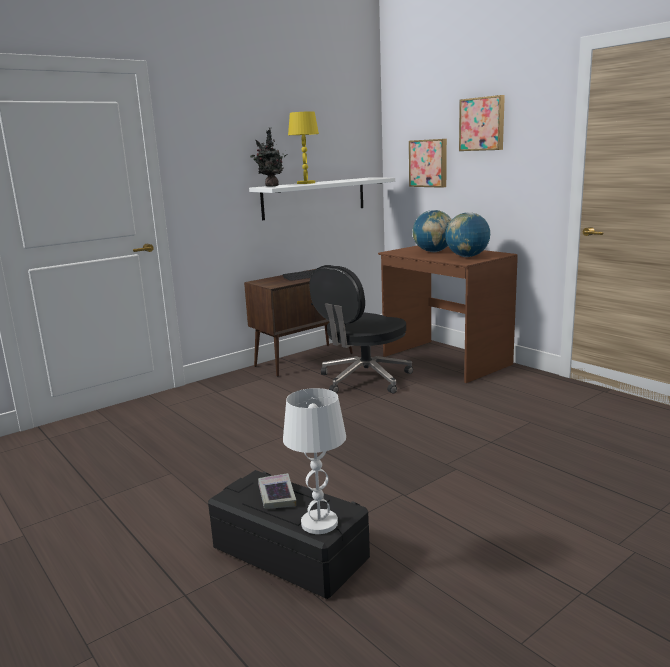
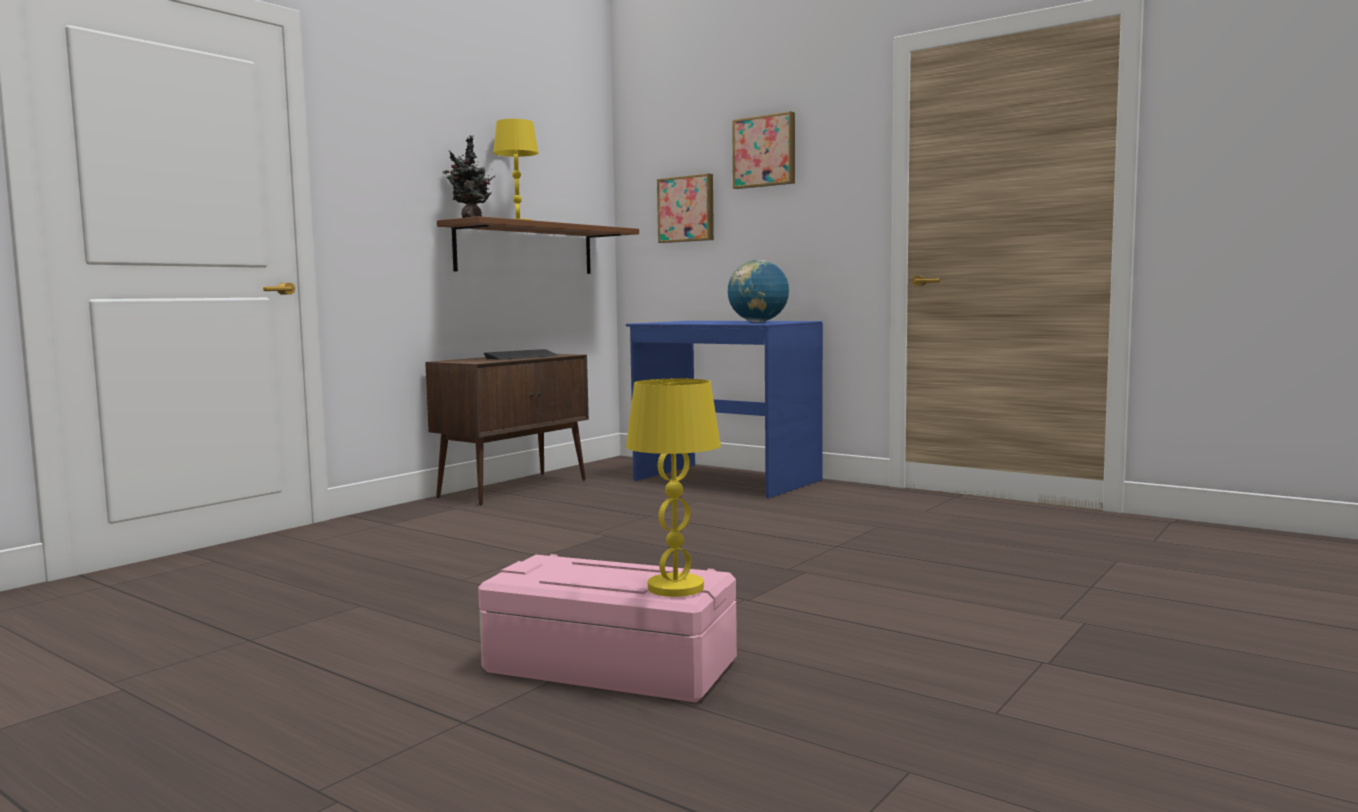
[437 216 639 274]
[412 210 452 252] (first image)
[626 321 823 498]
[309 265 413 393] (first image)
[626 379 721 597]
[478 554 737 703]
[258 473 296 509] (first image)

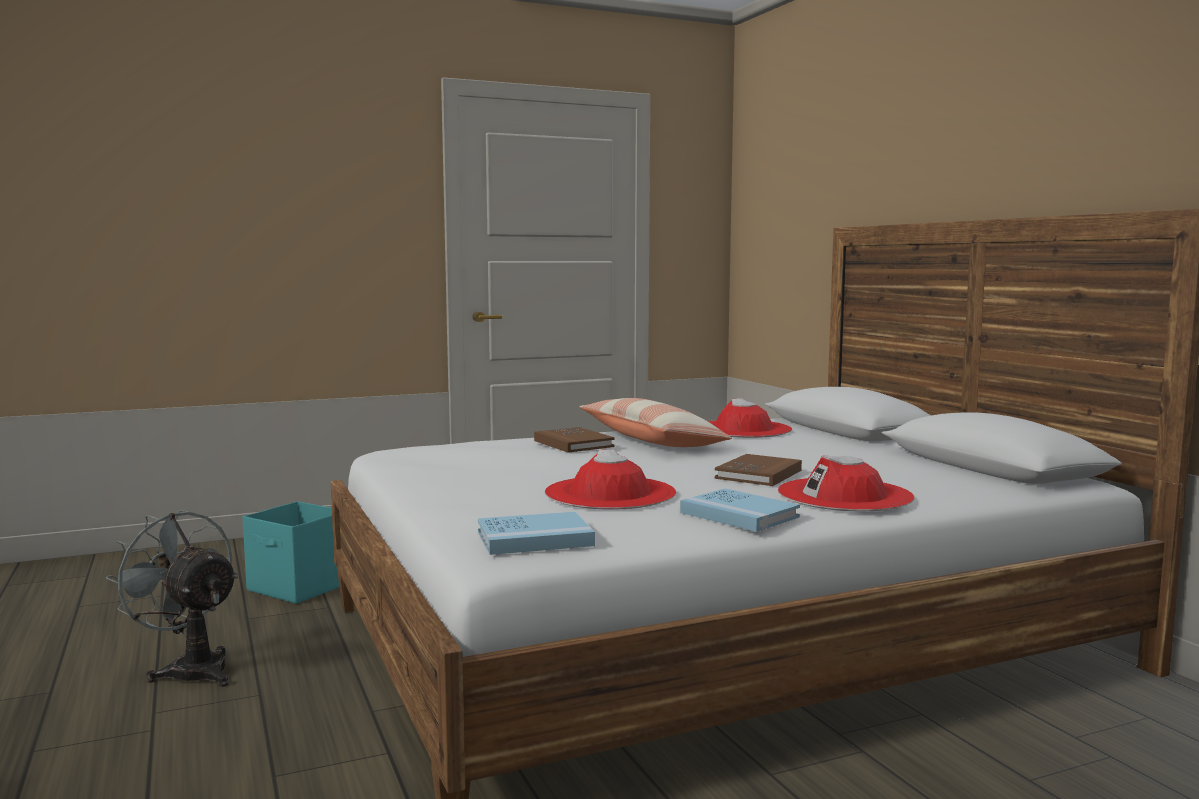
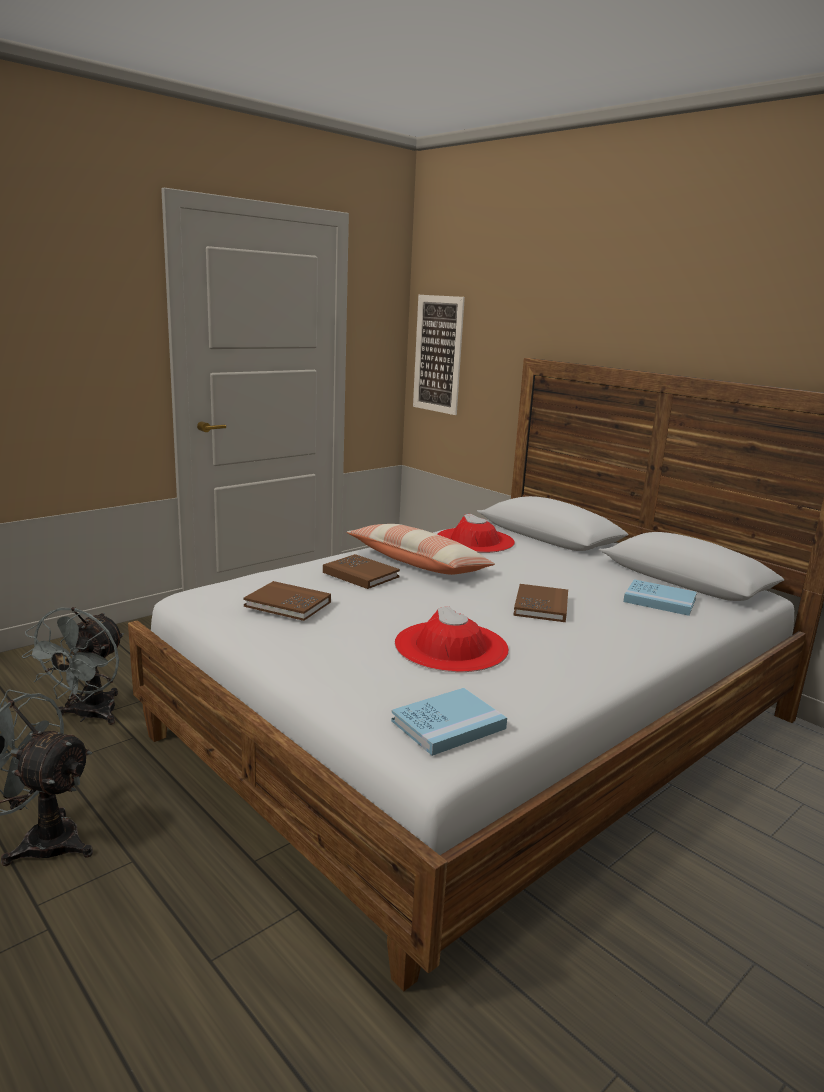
[778 455 915 511] (first image)
[623 579 697 616]
[22 607 124 725]
[413 295 465 415]
[244 581 331 621]

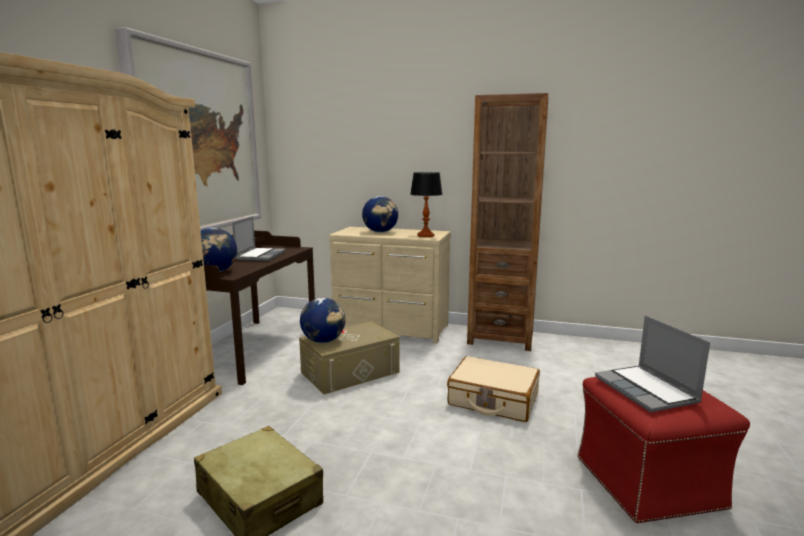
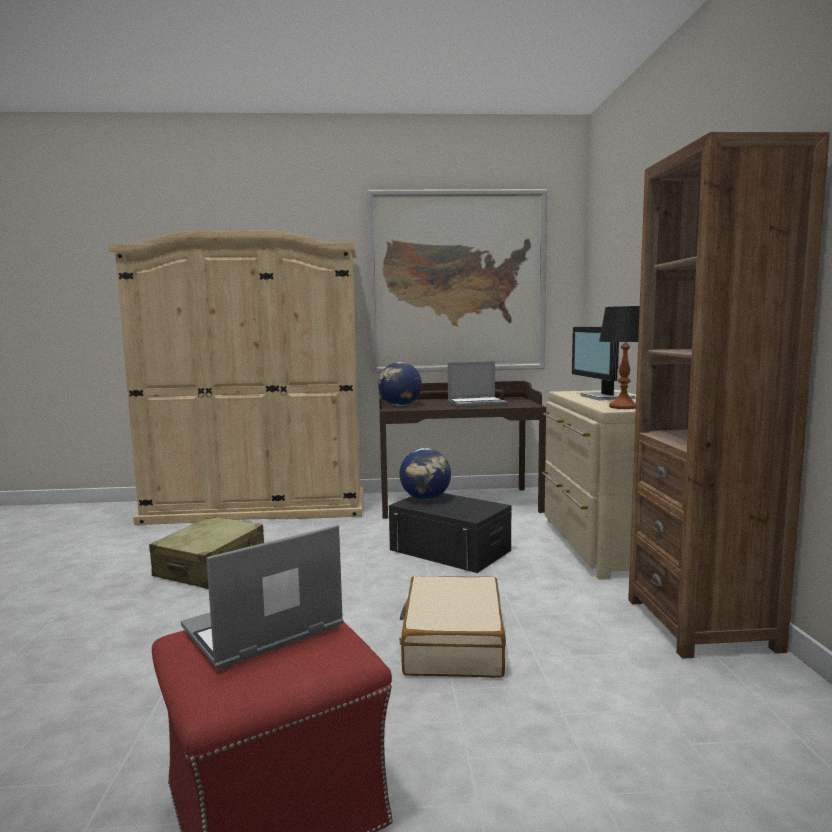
[572 327 636 400]
[389 493 511 573]

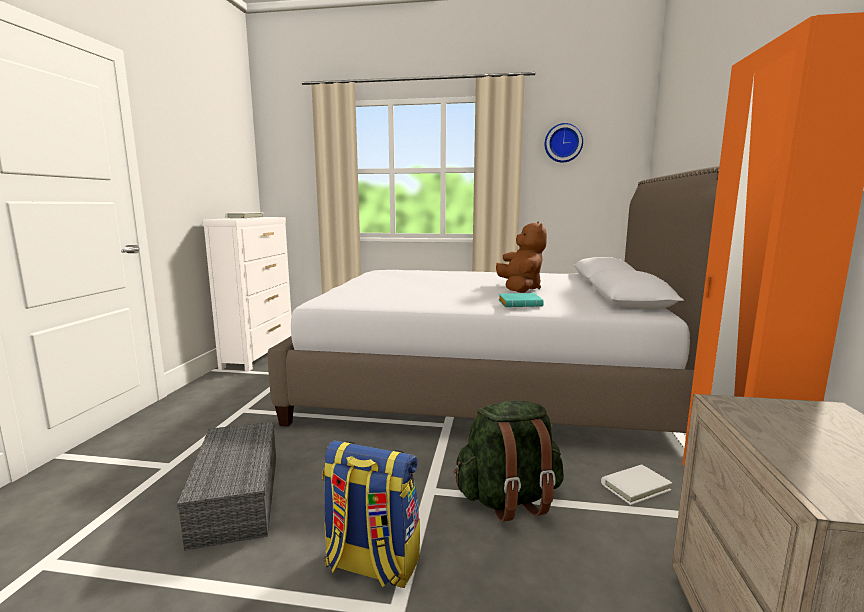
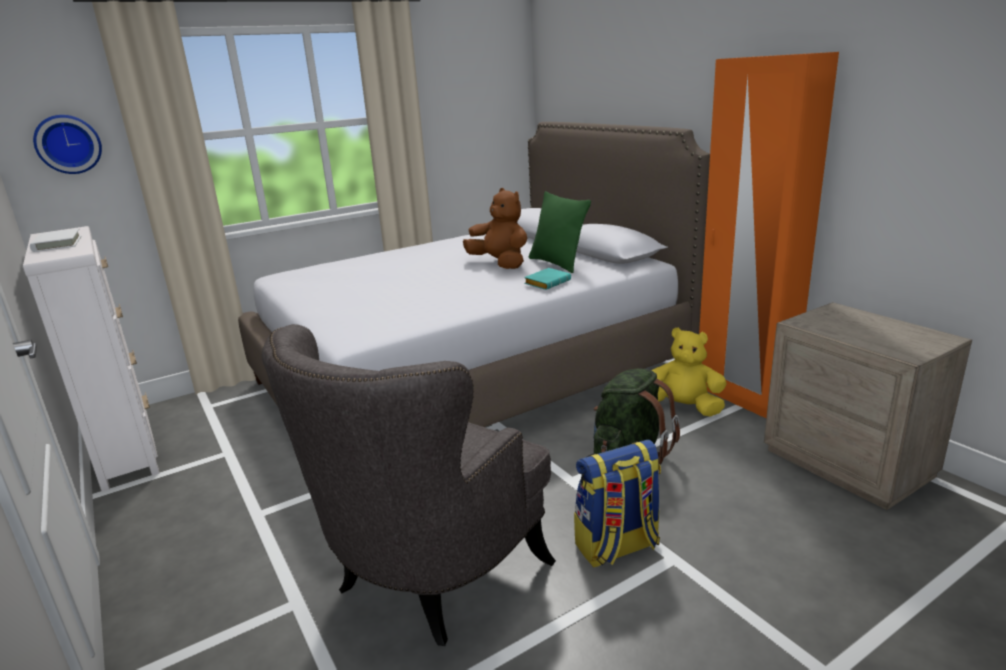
[33 115 102 174]
[262 324 556 646]
[651 327 727 417]
[529 191 591 273]

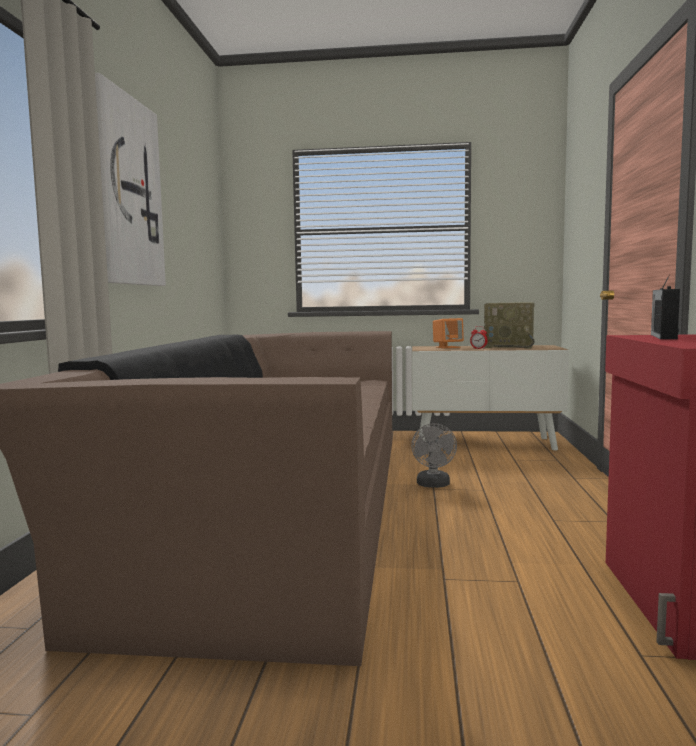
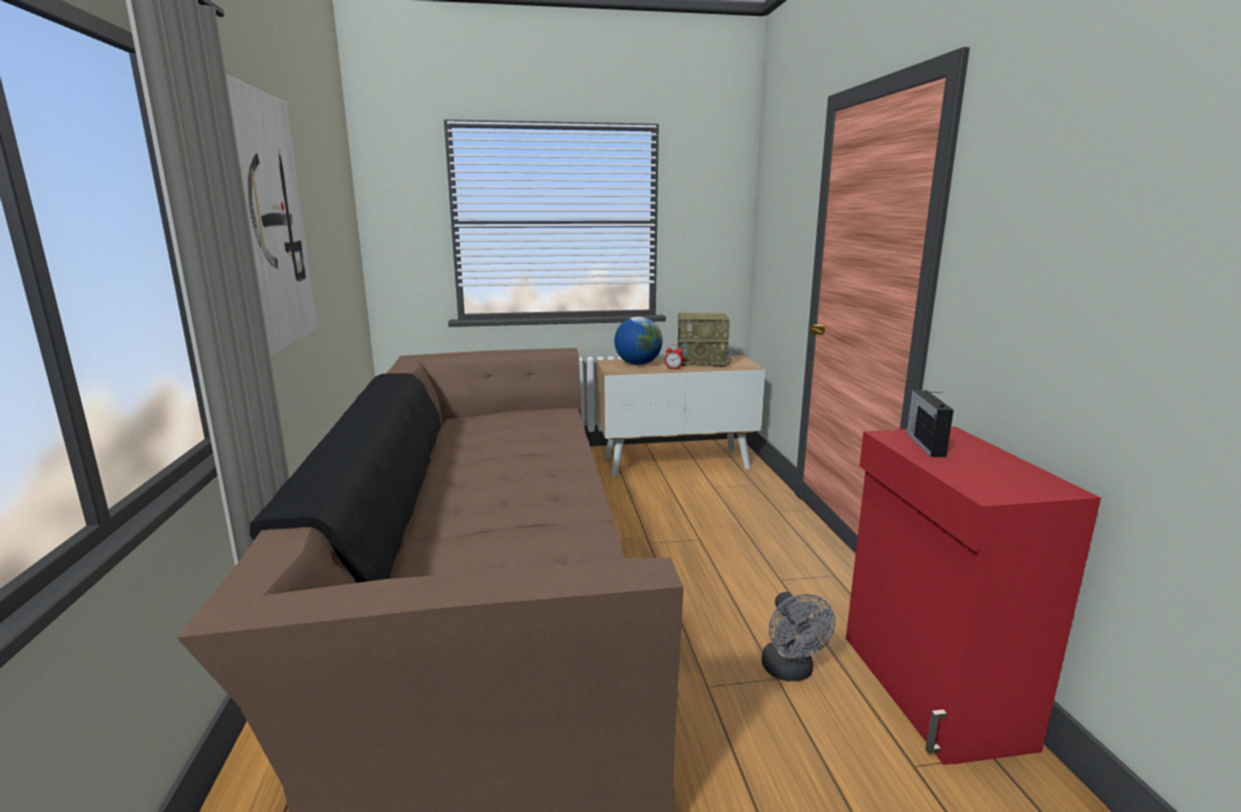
[614 317 663 365]
[762 592 836 681]

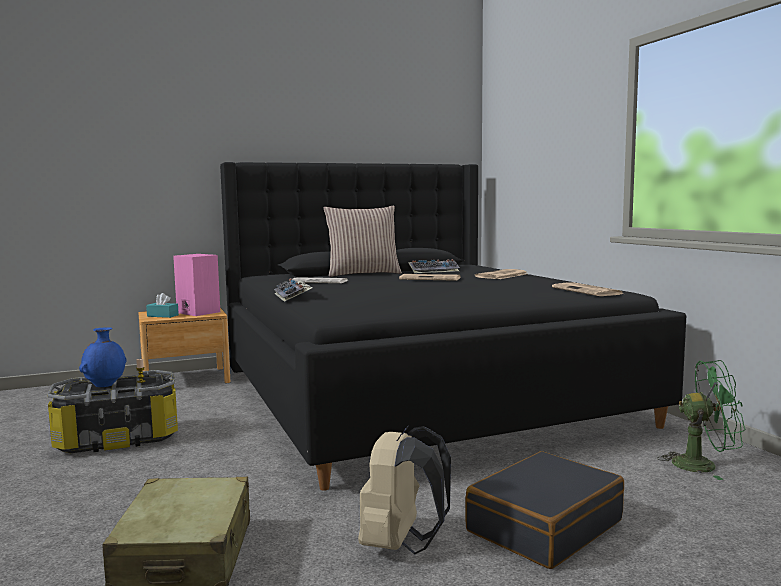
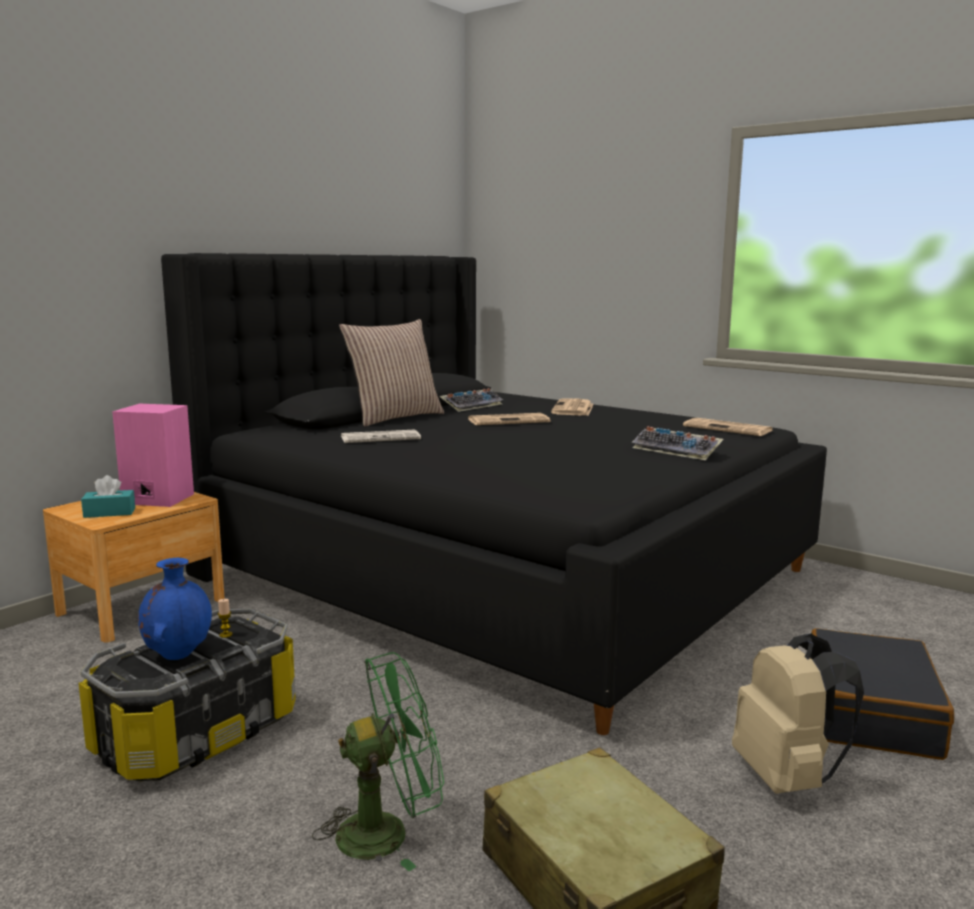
[632 426 724 460]
[312 652 444 871]

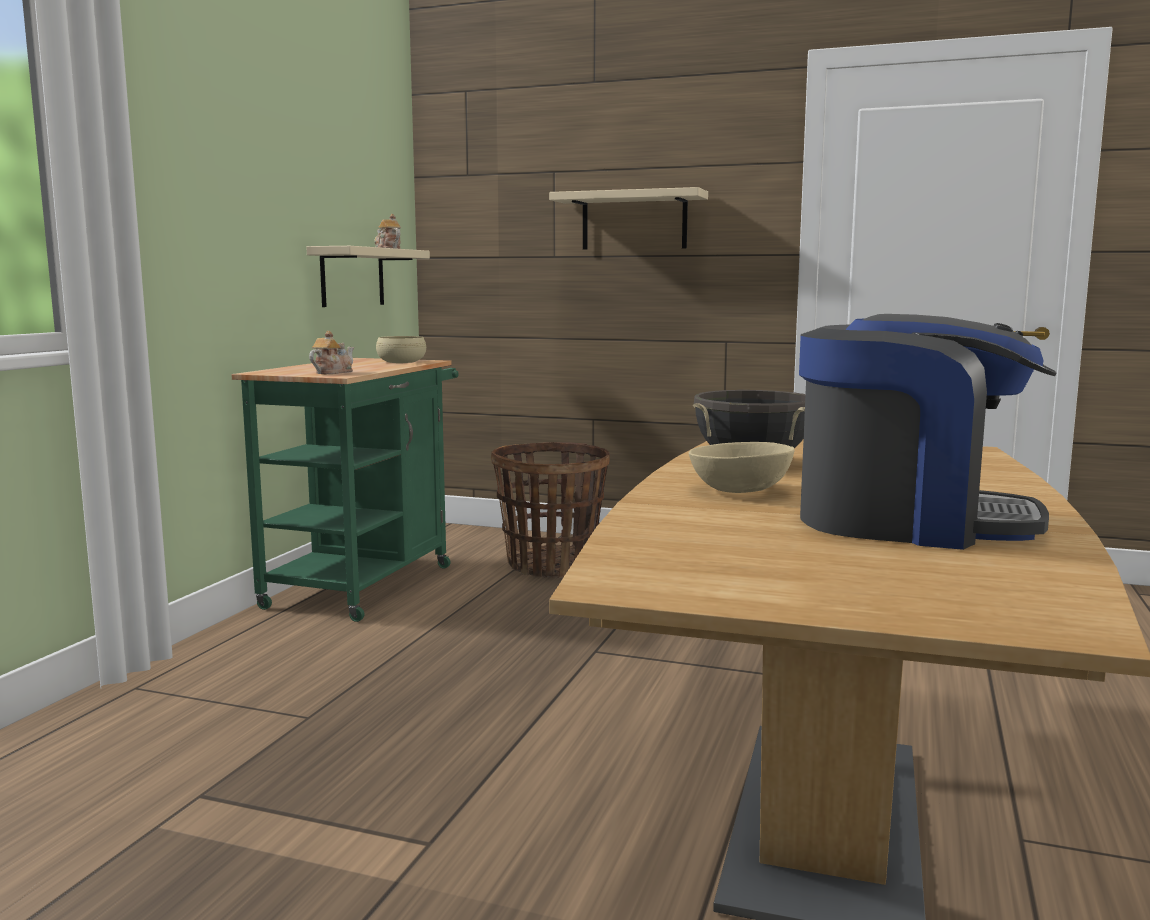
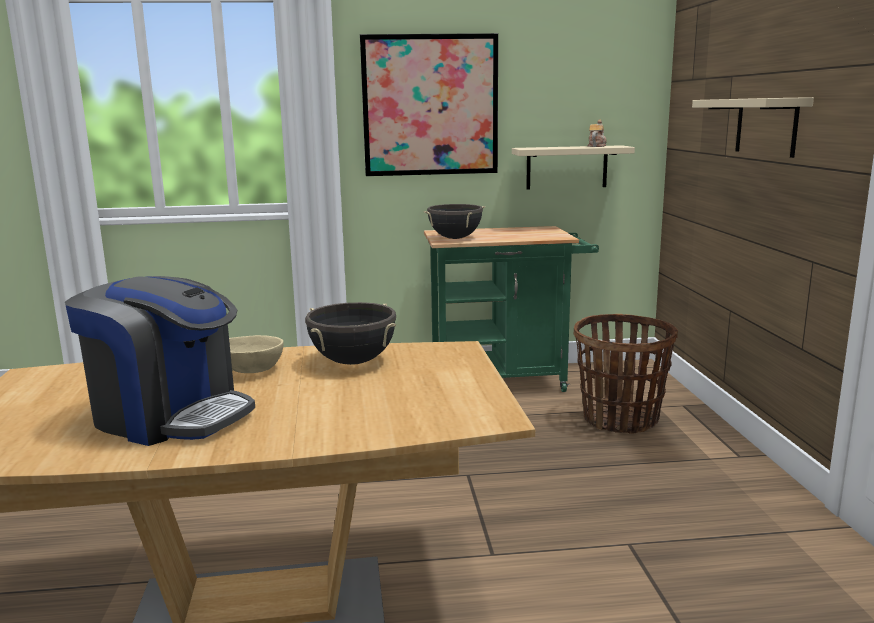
[65 276 255 446]
[424 204 485 239]
[376 336 426 363] (first image)
[360 33 498 176]

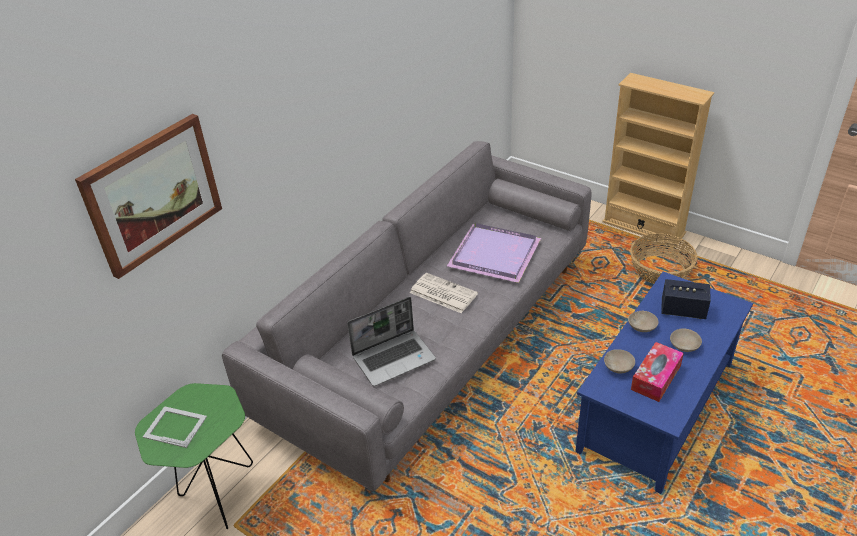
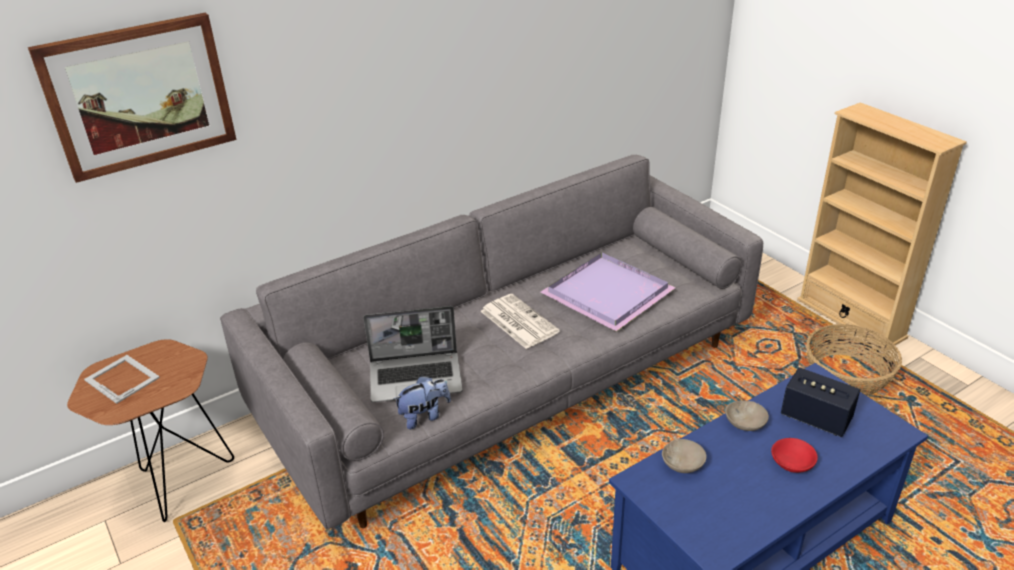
[771 438 818 473]
[631 342 684 402] (first image)
[67 339 234 522]
[394 376 451 430]

